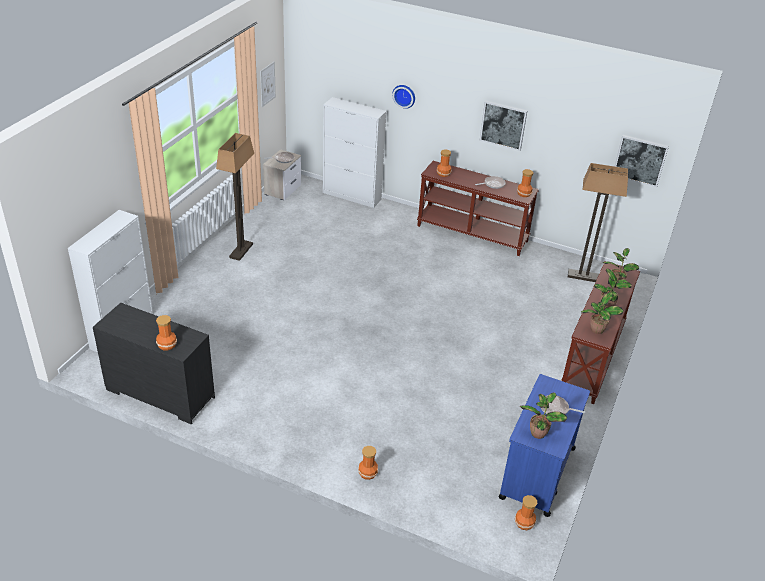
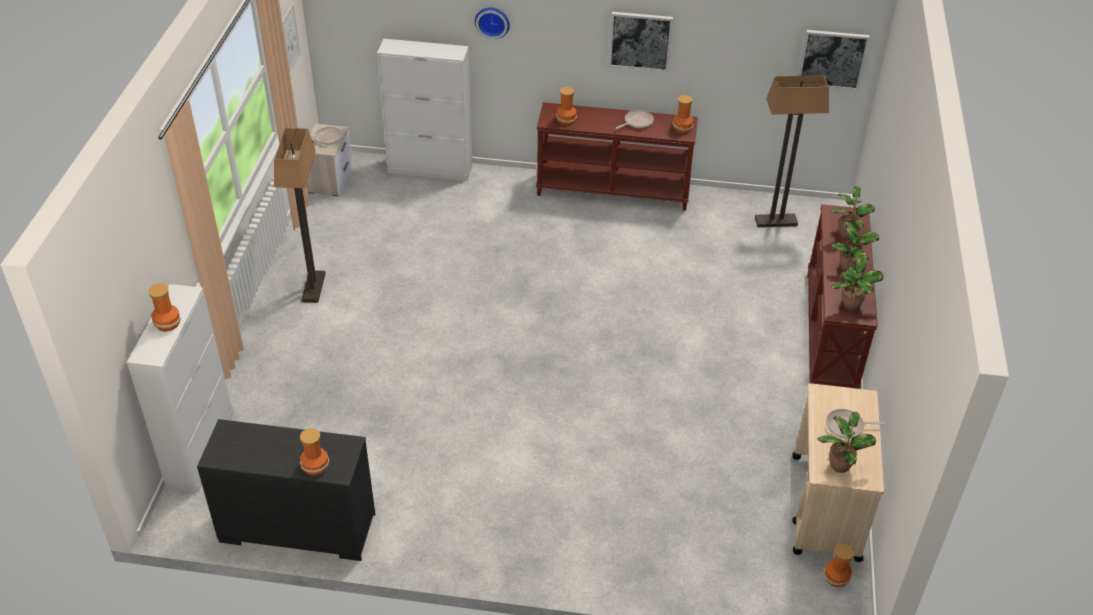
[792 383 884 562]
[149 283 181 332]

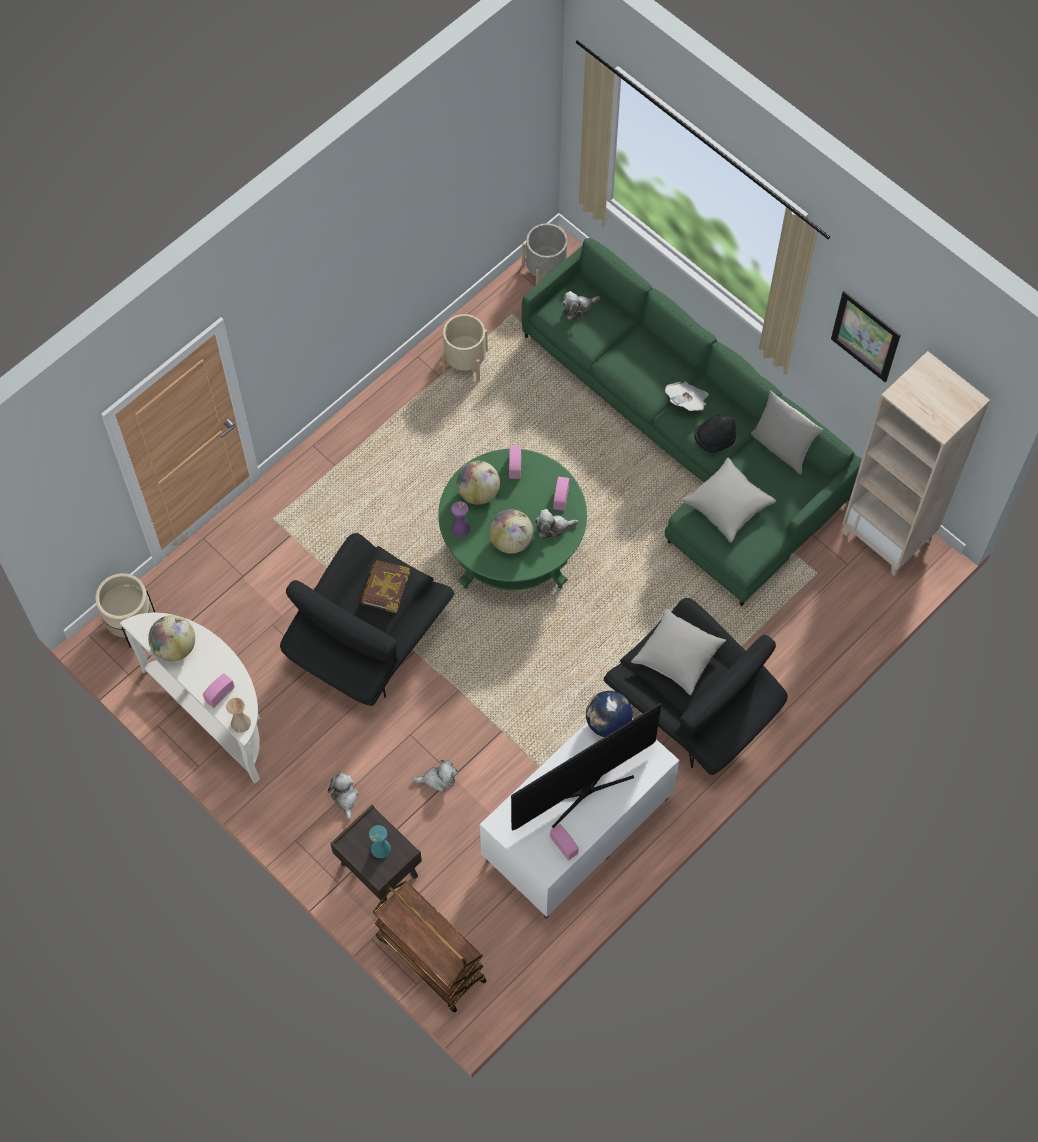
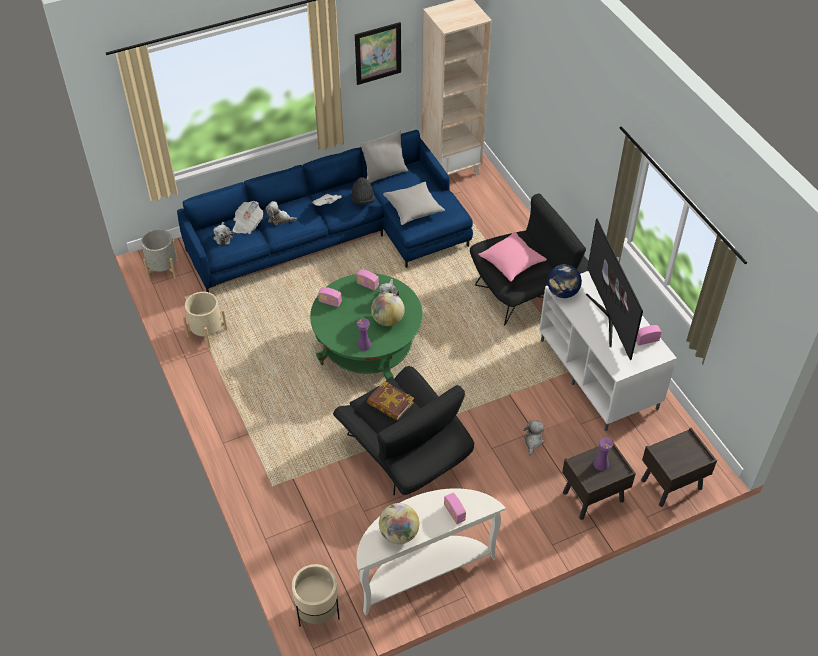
[177 130 473 292]
[456 461 500 505] (first image)
[478 232 547 282]
[226 698 251 733] (first image)
[266 201 297 225]
[593 438 613 471]
[641 428 717 507]
[233 201 263 234]

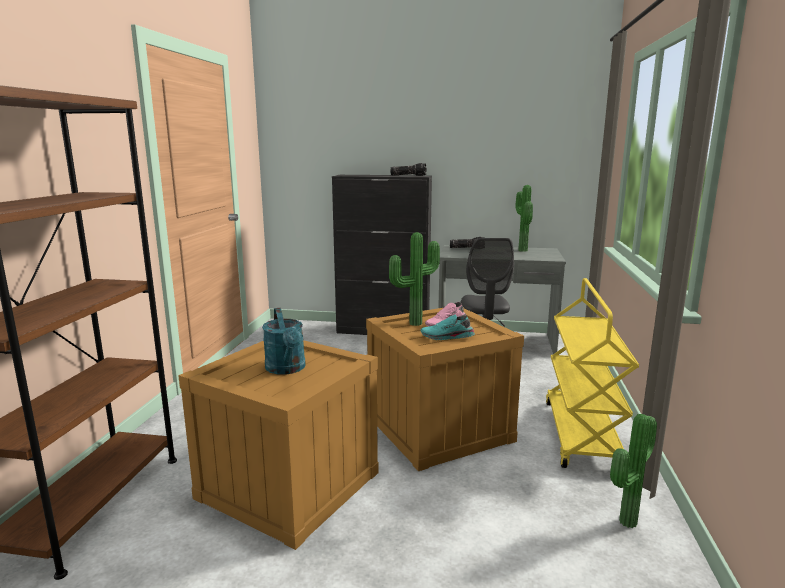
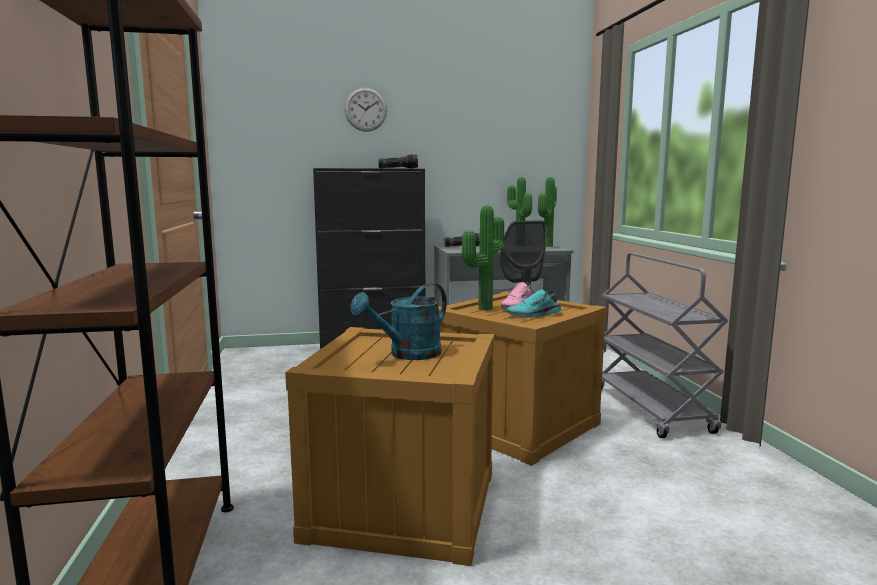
[601 253 729 438]
[350 283 447 360]
[538 177 557 247]
[344 88 387 132]

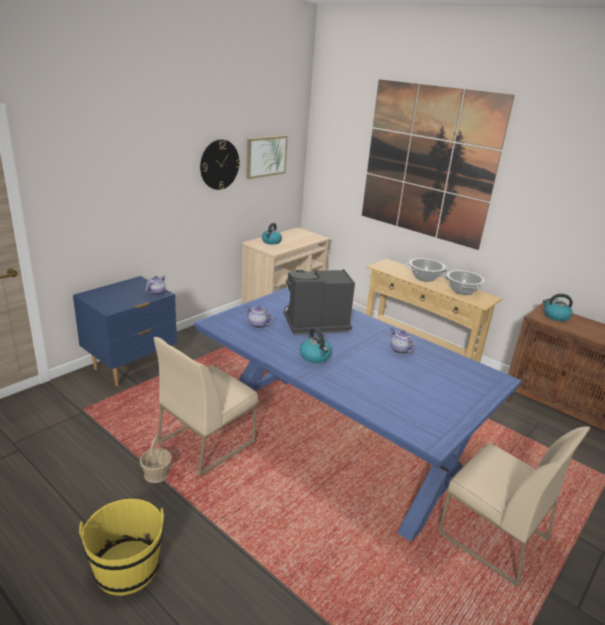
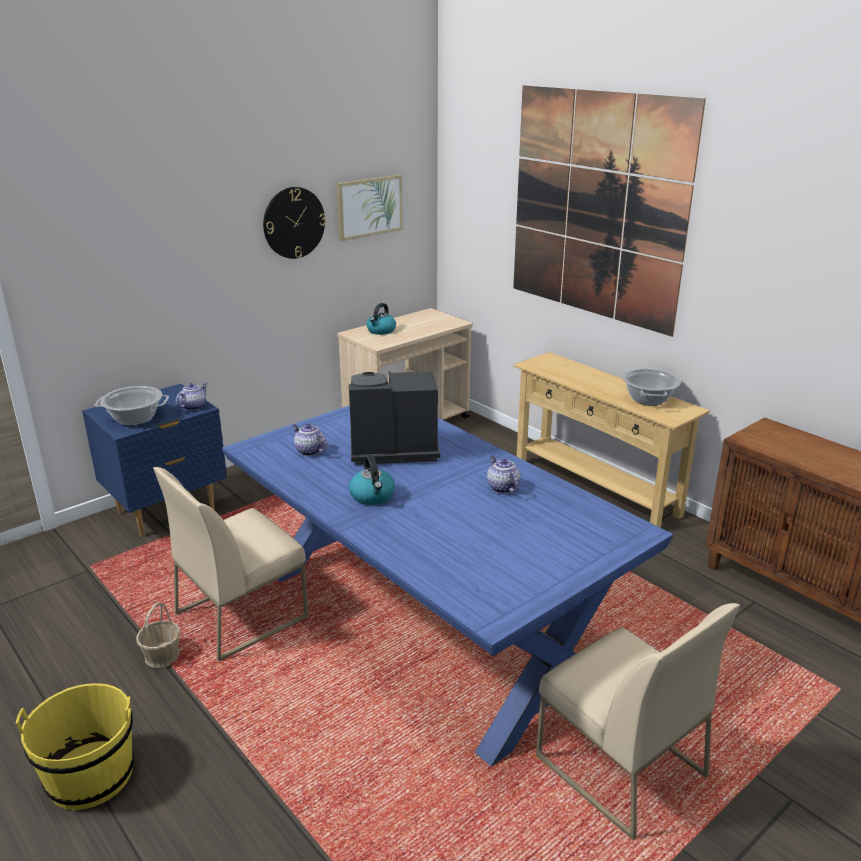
[94 386 169 426]
[543 294 573 321] (first image)

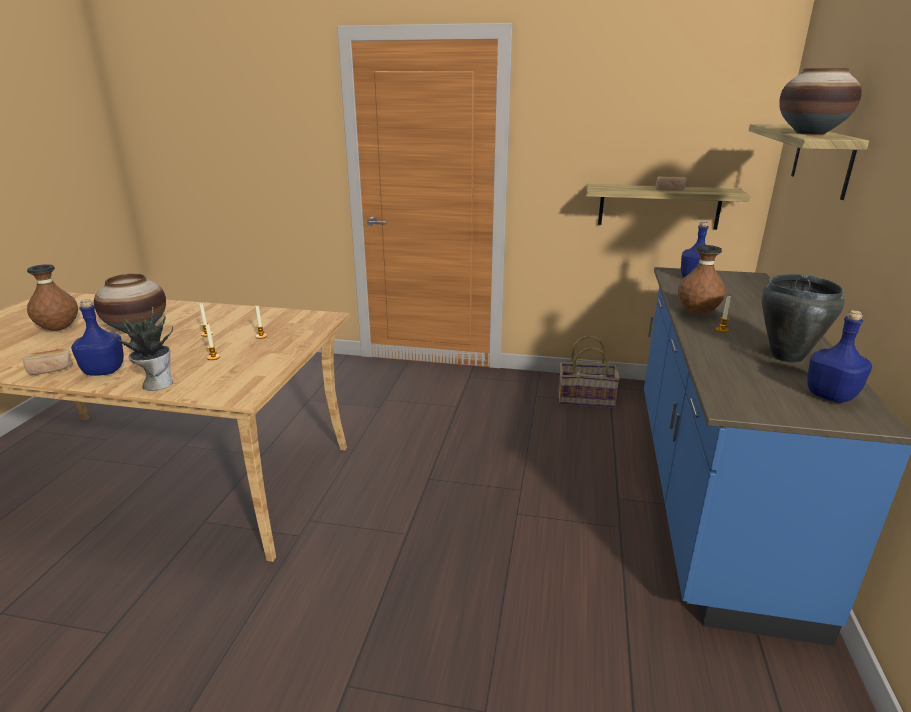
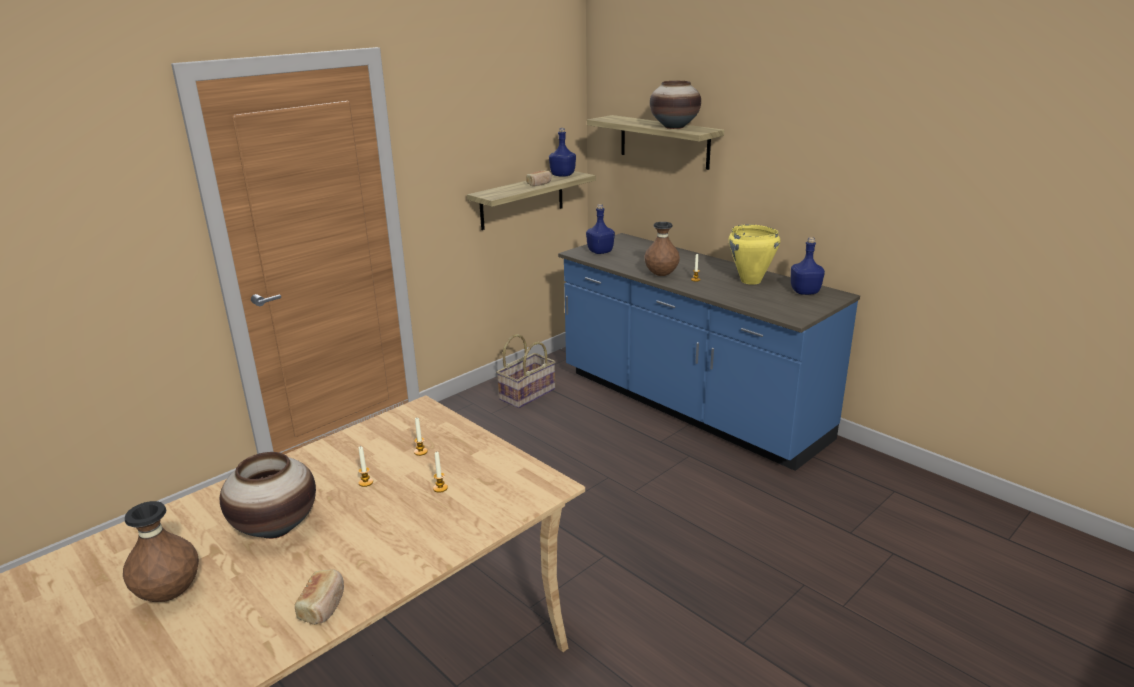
[729 224 780 285]
[549 128 576 177]
[112 307 173 391] (first image)

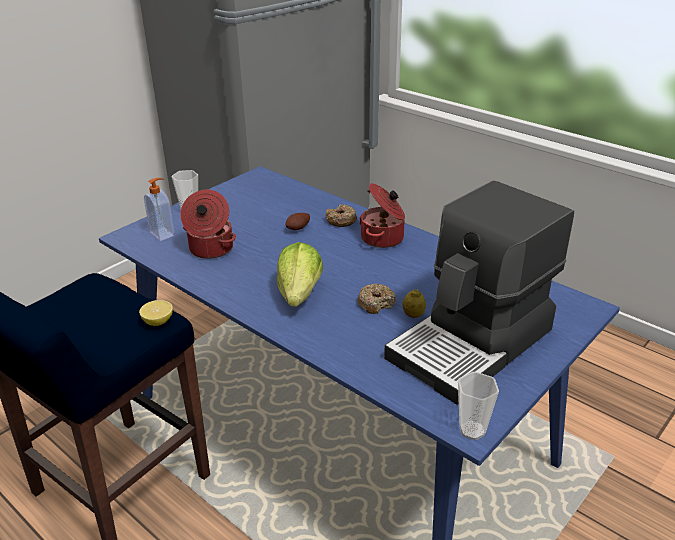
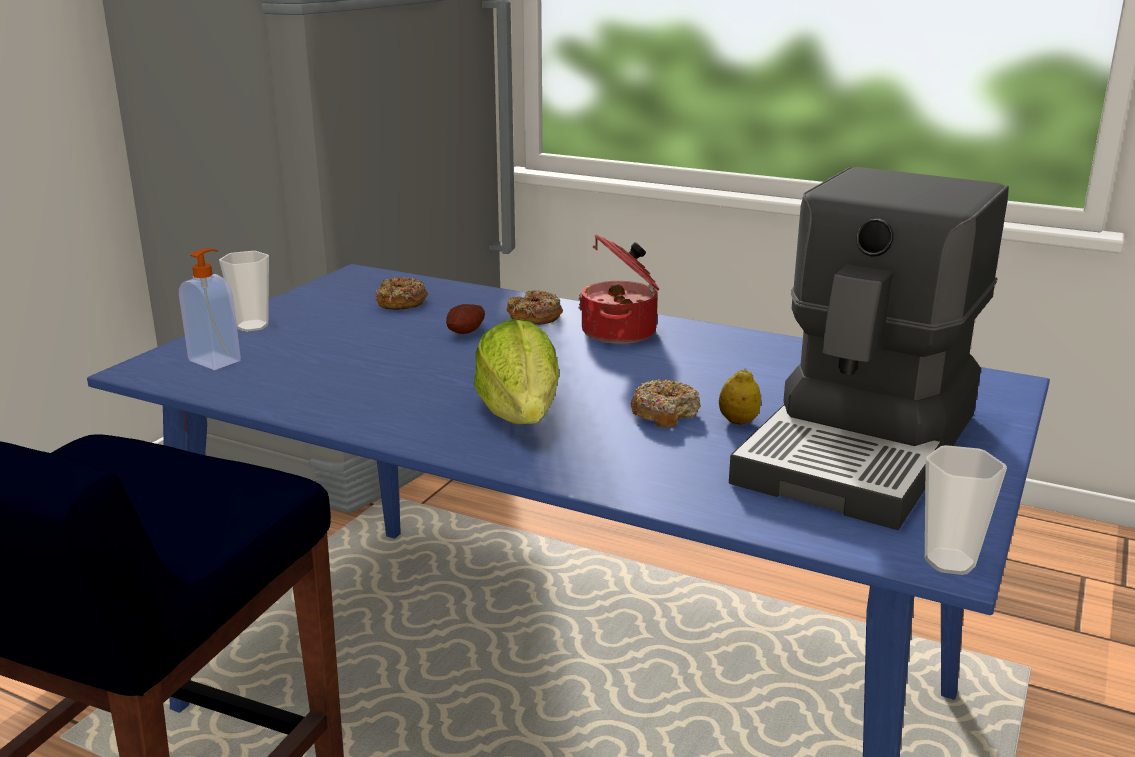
[180 190 236 259] (first image)
[139 300 173 326] (first image)
[375 277 428 310]

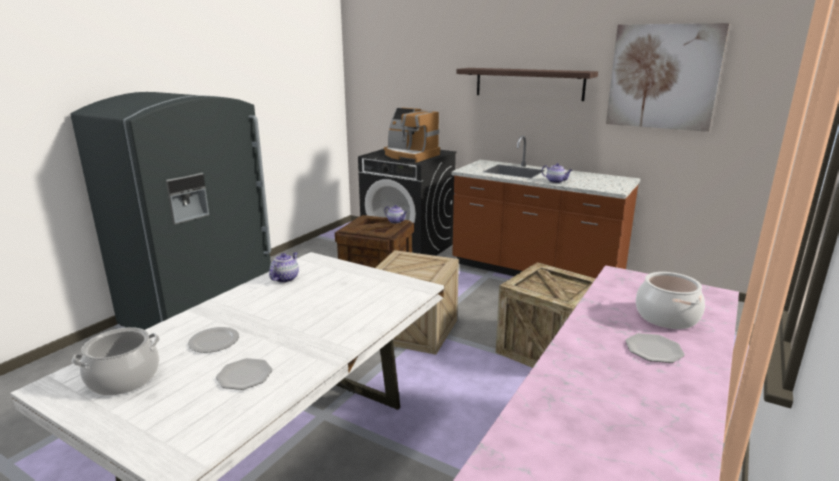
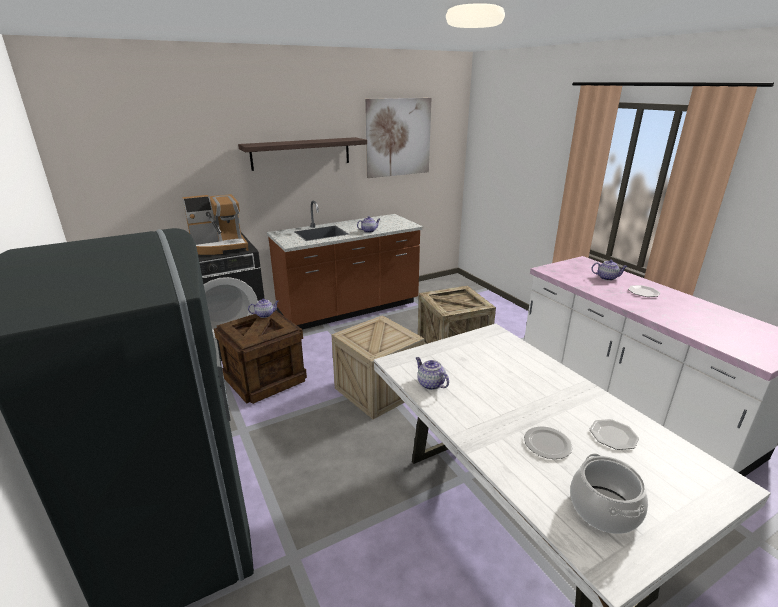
[591 260 628 281]

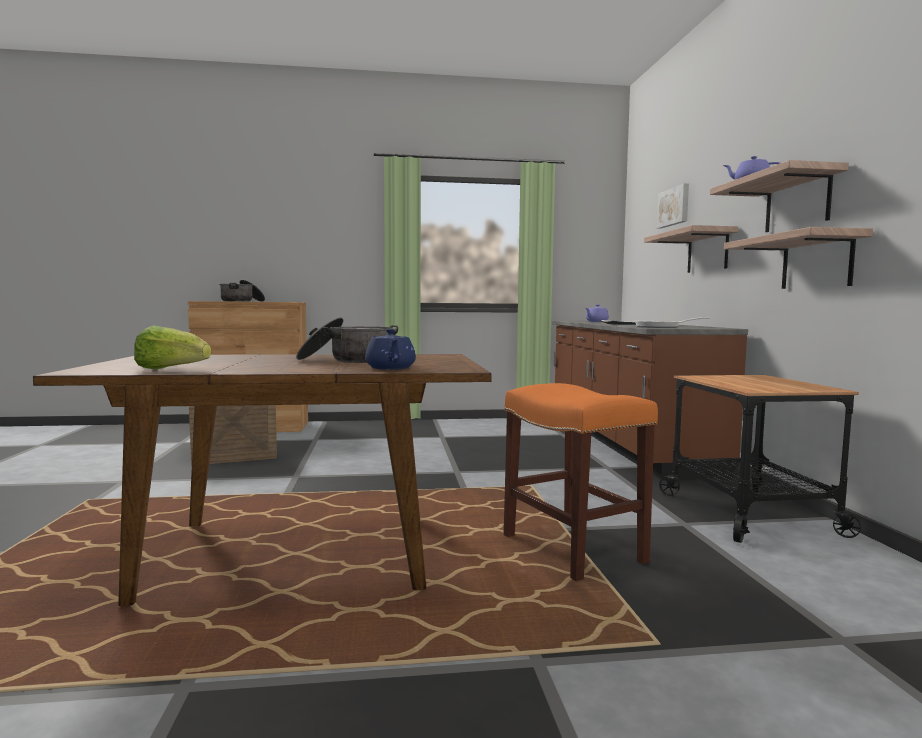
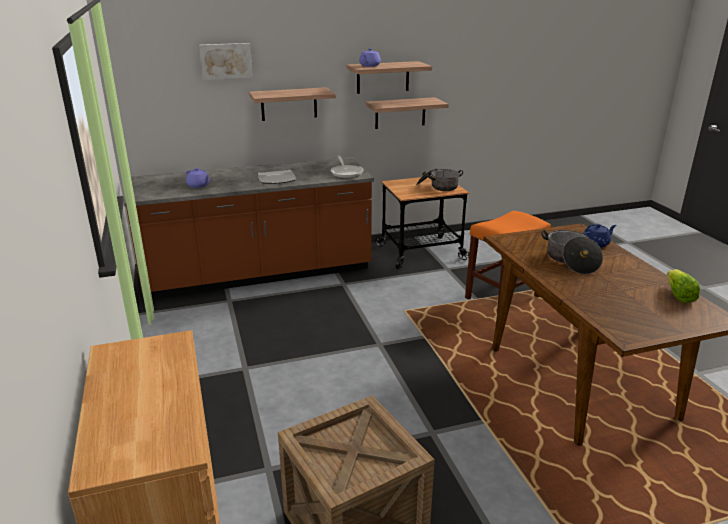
[416 168 463 191]

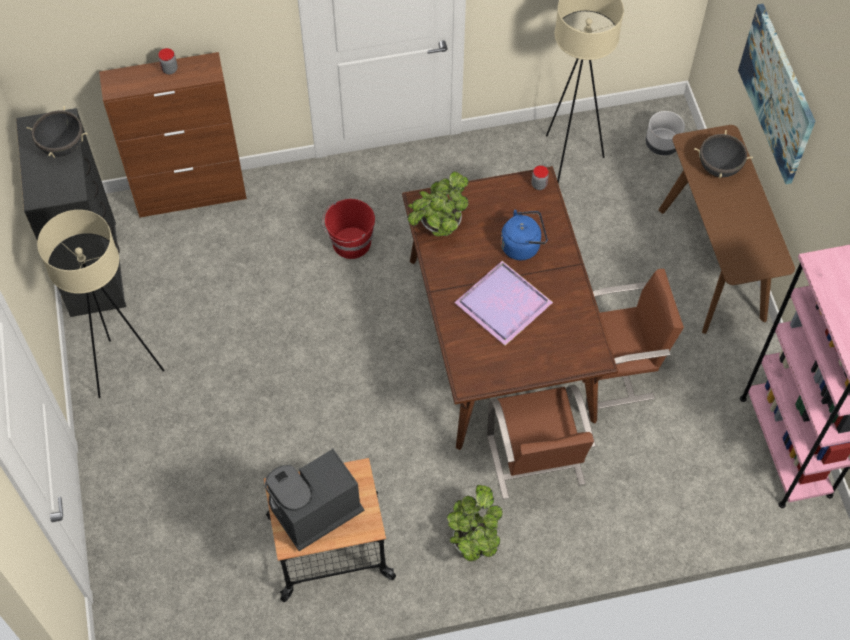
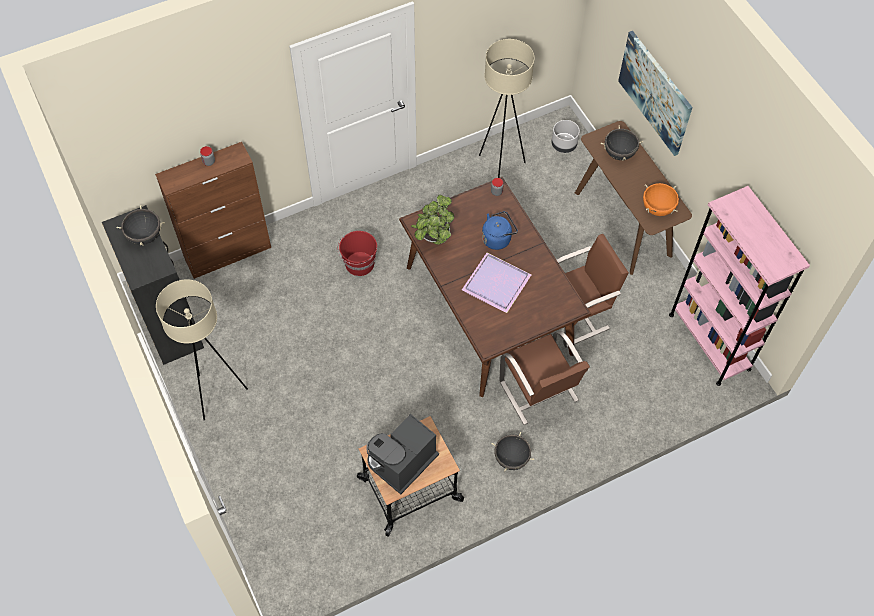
[491 432 535 471]
[643 183 679 216]

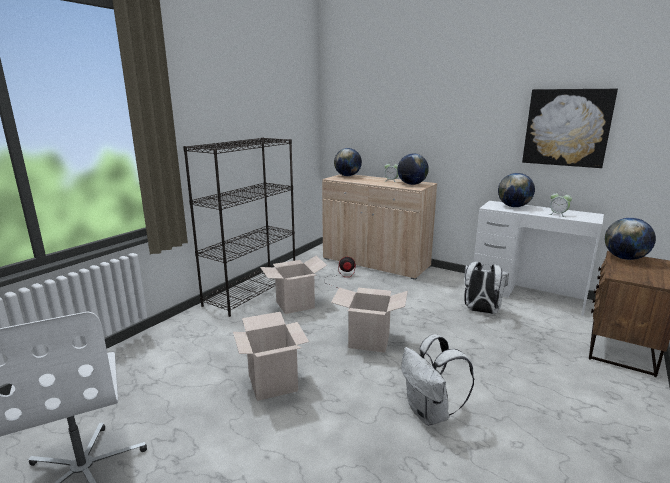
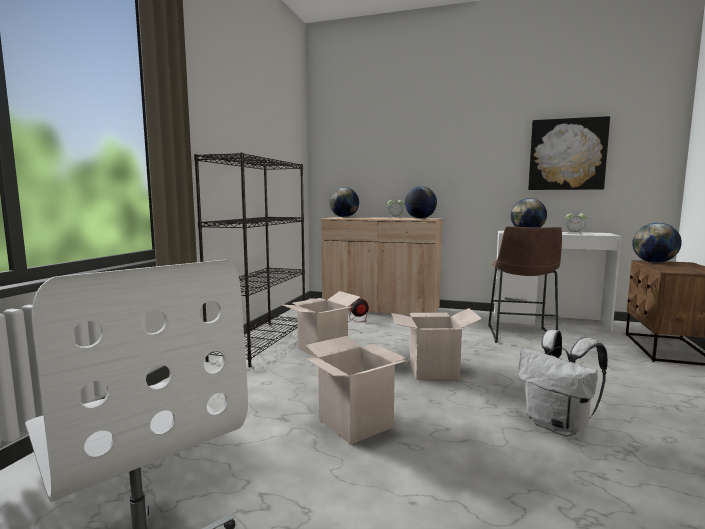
[489 226 562 343]

